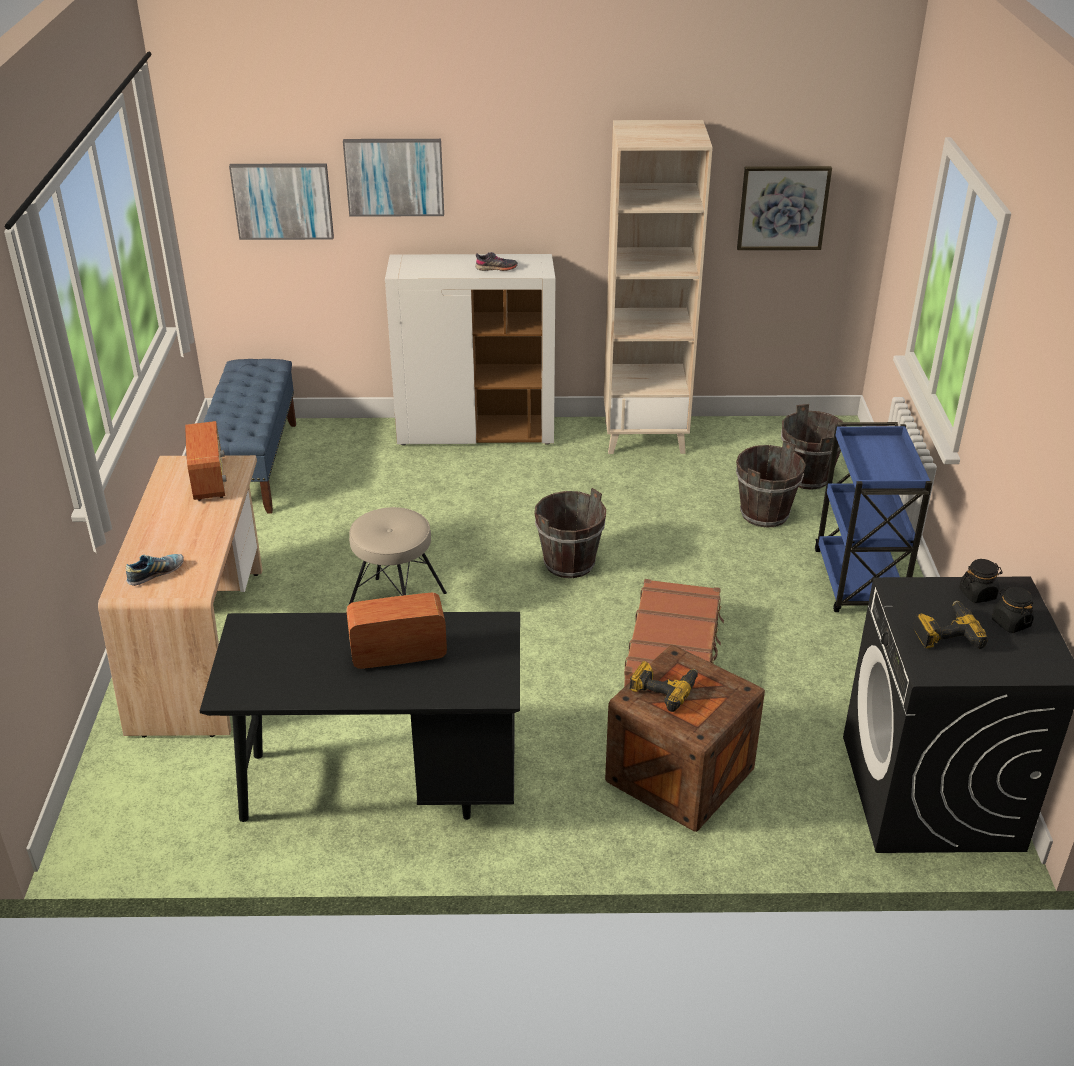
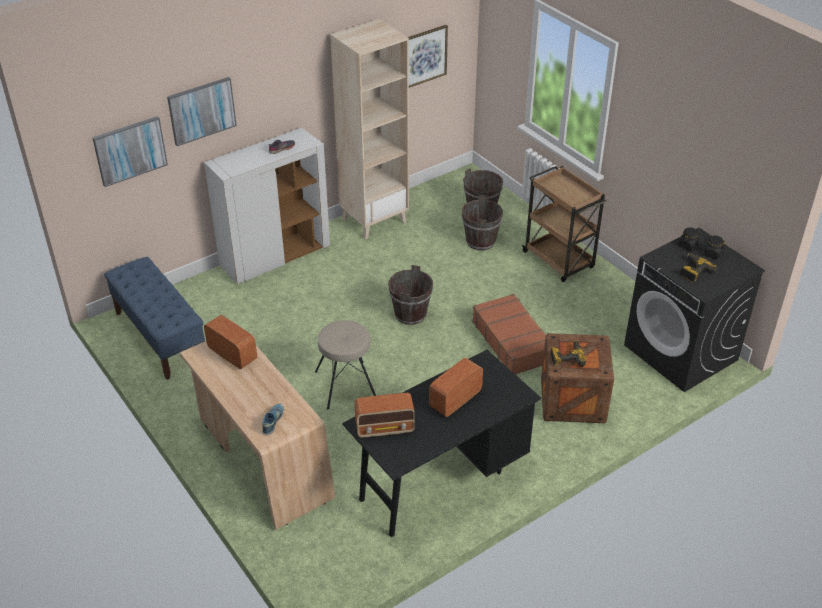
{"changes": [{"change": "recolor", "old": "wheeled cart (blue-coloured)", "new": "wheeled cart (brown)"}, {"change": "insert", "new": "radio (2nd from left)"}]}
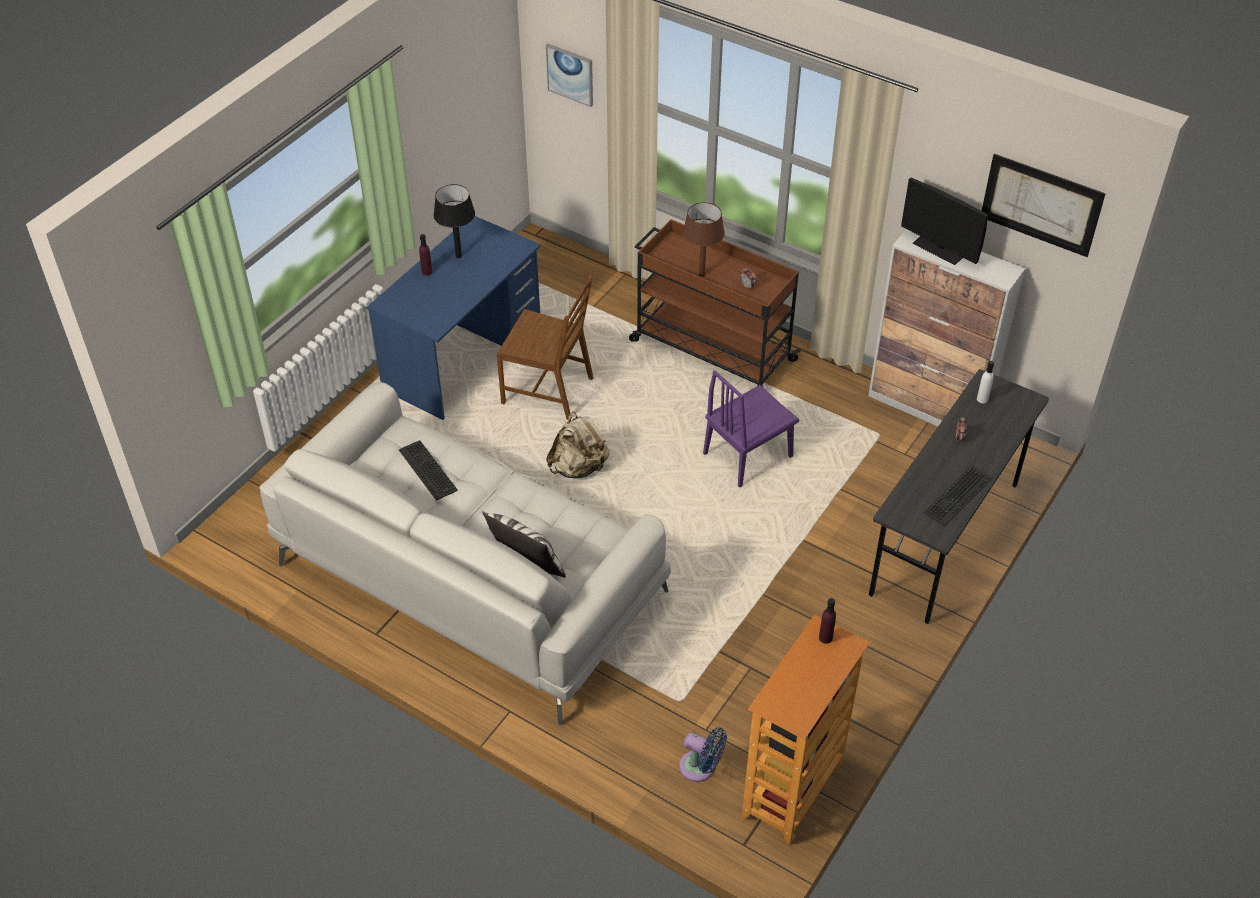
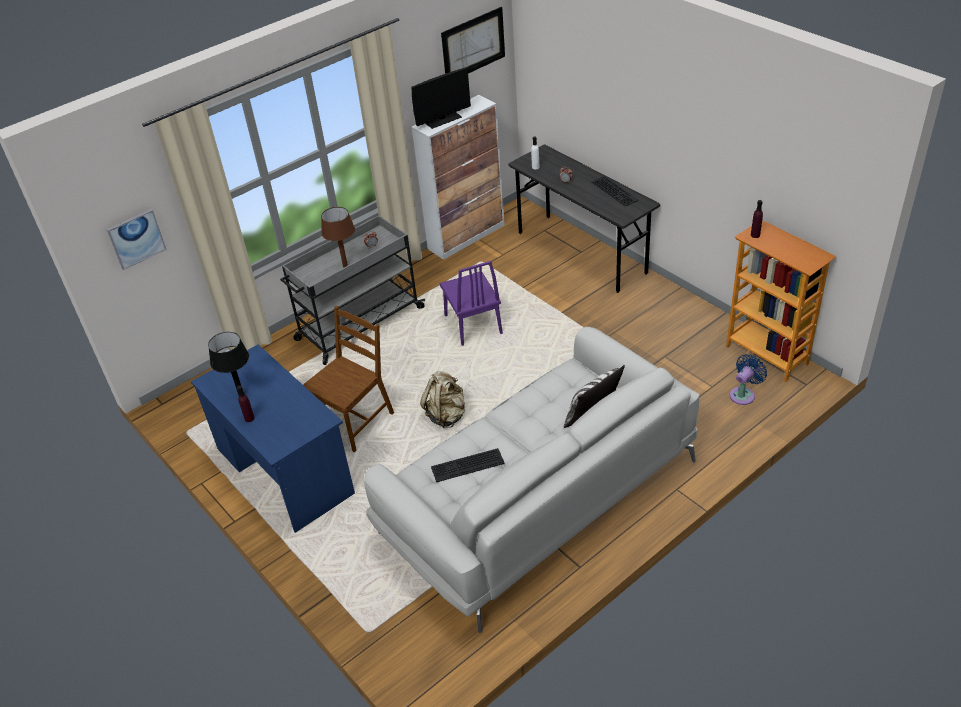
{"changes": [{"change": "recolor", "old": "wheeled cart (brown)", "new": "wheeled cart (grey)"}]}
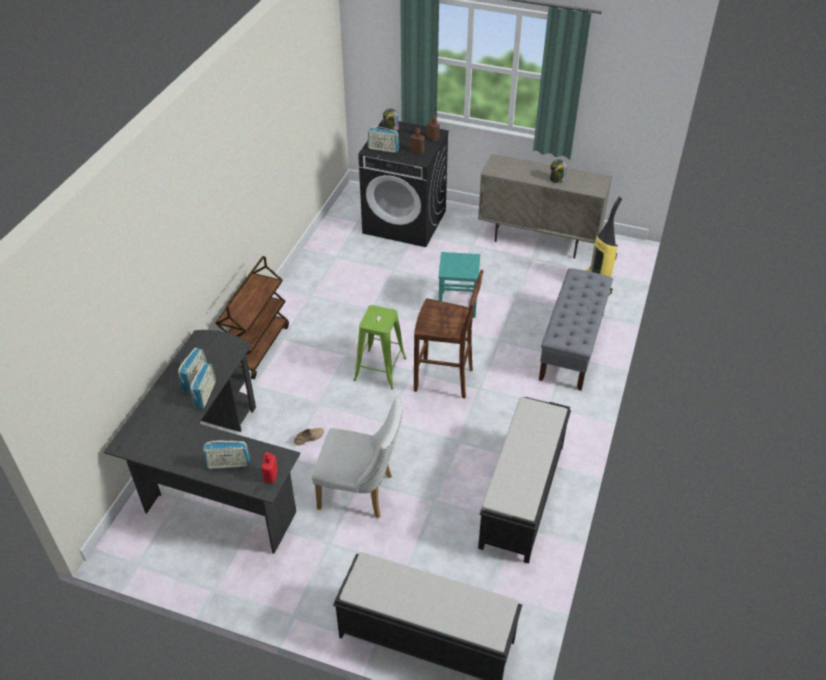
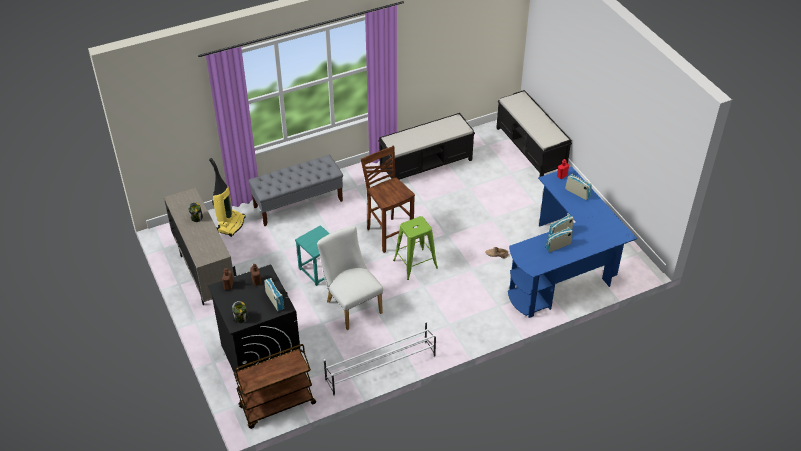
{"changes": [{"change": "move", "old": "wheeled cart (brown)"}, {"change": "recolor", "old": "desk unit (black-coloured)", "new": "desk unit (blue-coloured)"}, {"change": "move", "old": "plain chair (white-coloured)"}, {"change": "insert", "new": "shoe rack (white-coloured)"}]}
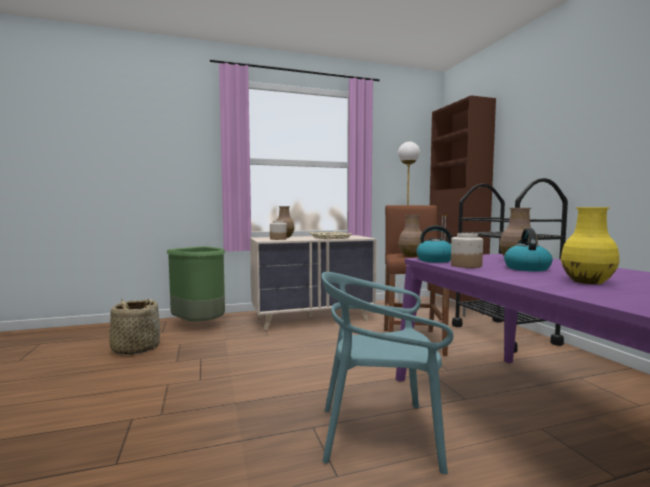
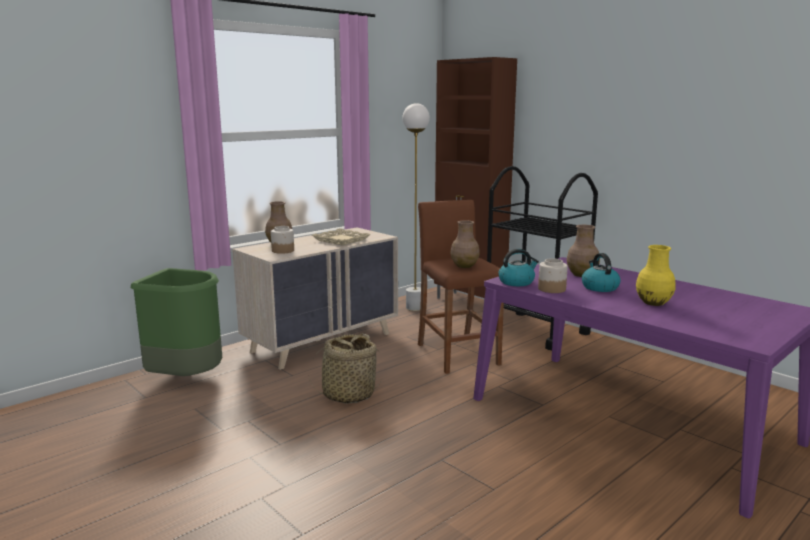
{"changes": [{"change": "delete", "old": "plain chair (turquoise-coloured)"}, {"change": "move", "old": "storage basket"}]}
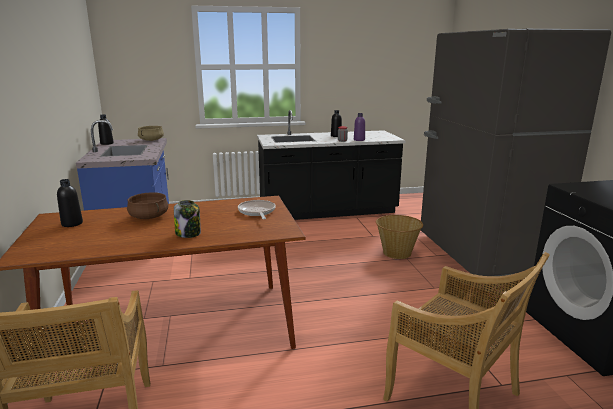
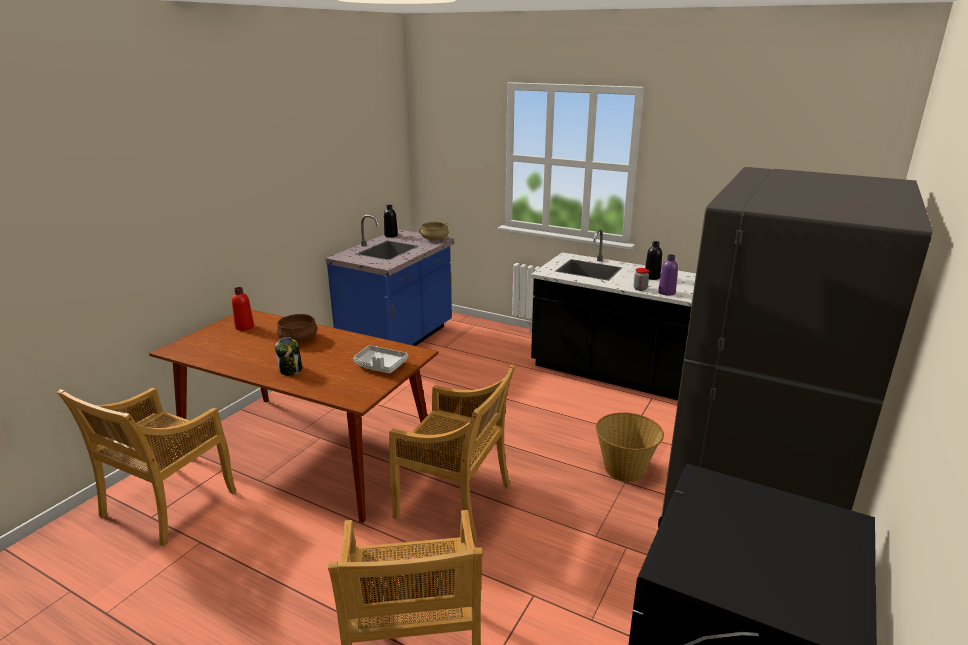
{"changes": [{"change": "recolor", "old": "beverage bottle (black-coloured) (1st from left)", "new": "beverage bottle (reddish)"}, {"change": "replace", "old": "frying pan", "new": "tray (grey)"}, {"change": "insert", "new": "plain chair (beige) (3rd from left)"}]}
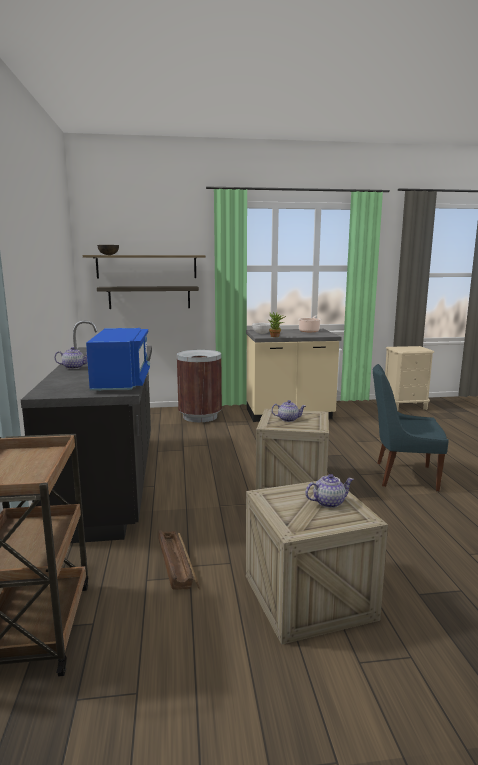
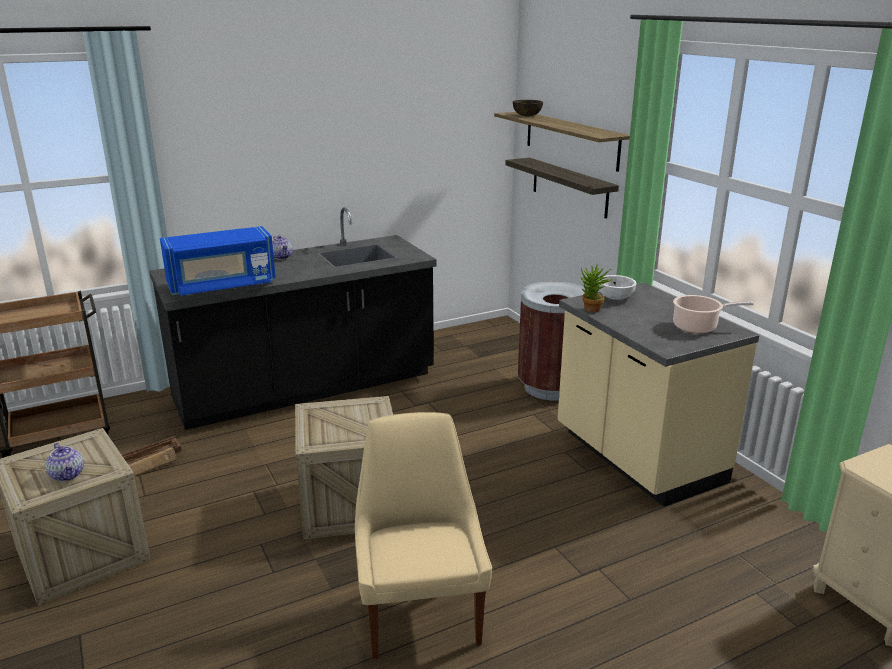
{"changes": [{"change": "recolor", "old": "plain chair (blue-coloured)", "new": "plain chair (beige)"}, {"change": "delete", "old": "pot for tea (2nd from left)"}]}
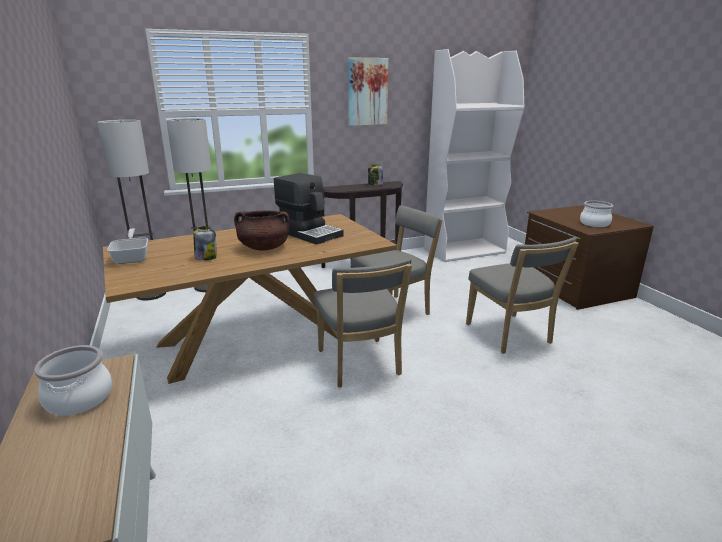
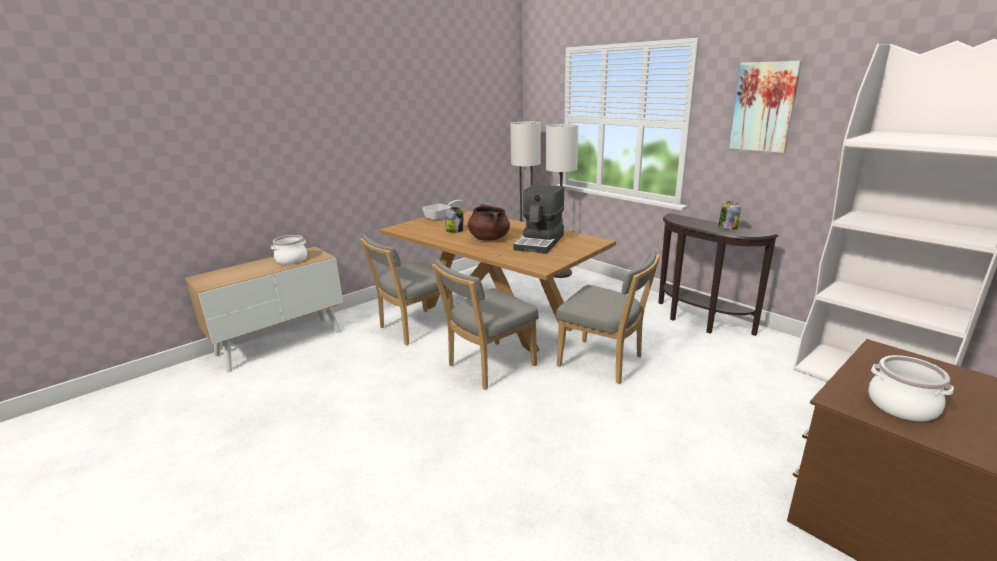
{"changes": [{"change": "move", "old": "plain chair (grey) (3rd from left in the first image)", "new": "plain chair (grey) (1st from left)"}]}
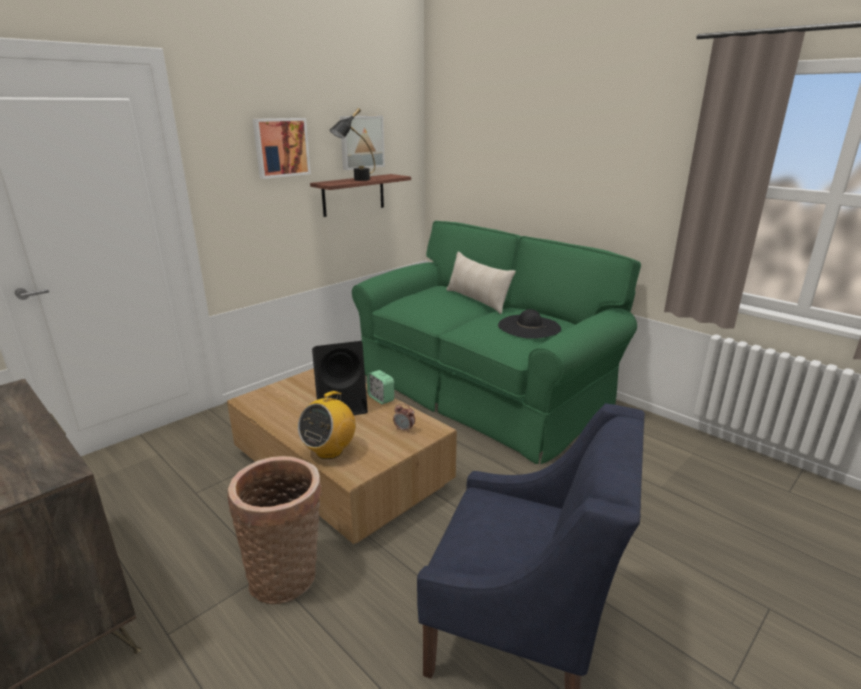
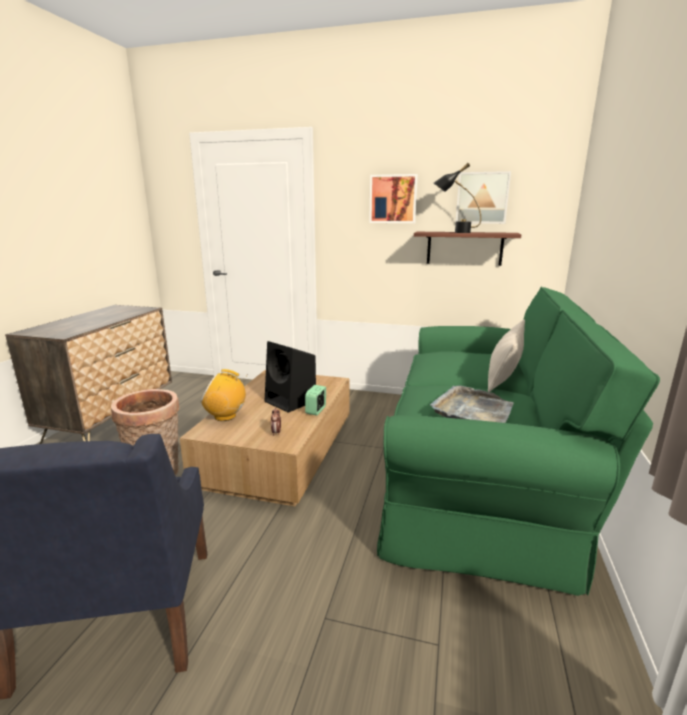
{"changes": [{"change": "replace", "old": "hat (black-coloured)", "new": "tray (grey)"}]}
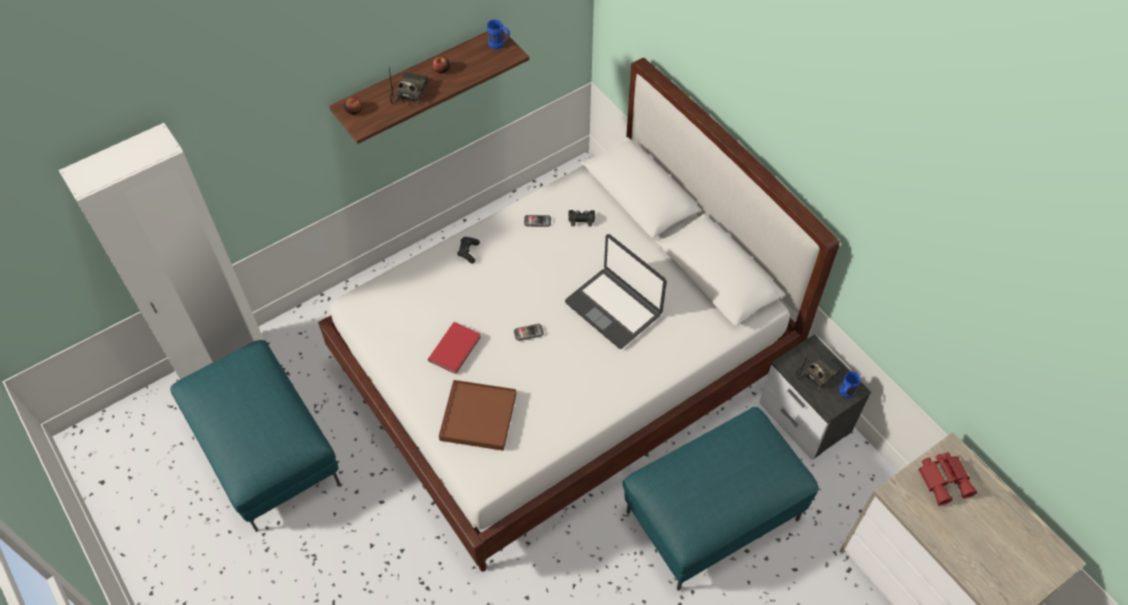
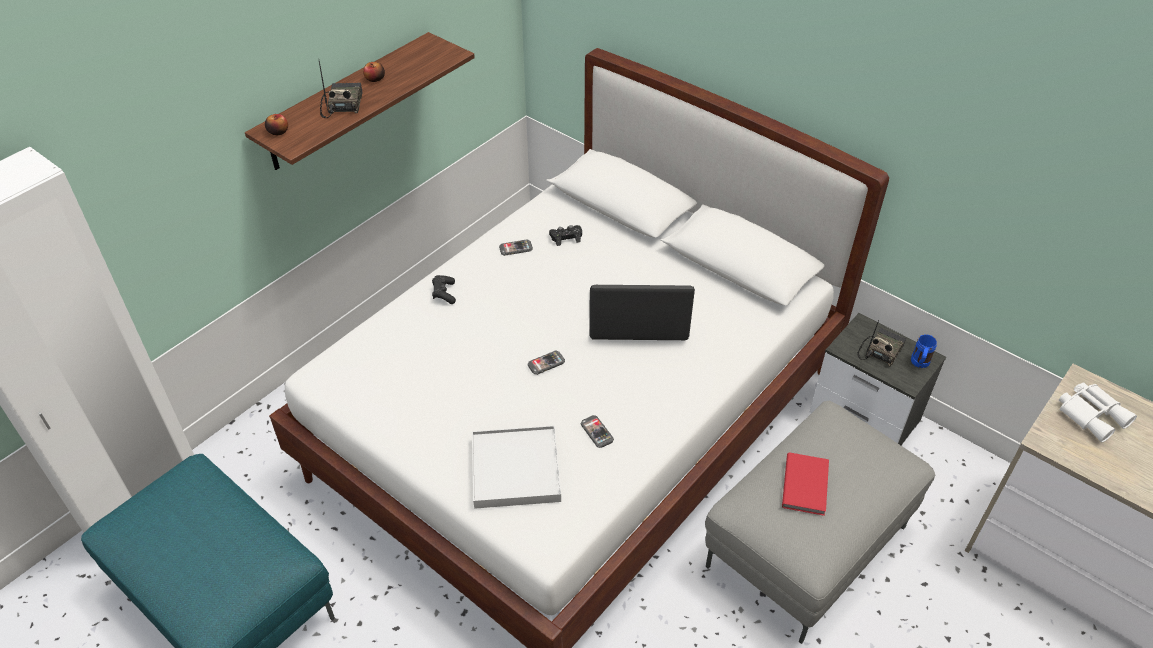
{"changes": [{"change": "delete", "old": "mug (blue-coloured) (1st from left)"}, {"change": "rotate", "old": "portable computer", "degrees": 150}, {"change": "move", "old": "volume (reddish)"}, {"change": "recolor", "old": "tray (brown)", "new": "tray (white-coloured)"}, {"change": "recolor", "old": "footrest (turquoise-coloured) (2nd from left)", "new": "footrest (grey)"}, {"change": "recolor", "old": "pair of binoculars (reddish)", "new": "pair of binoculars (white-coloured)"}, {"change": "insert", "new": "handset (3rd from left)"}]}
